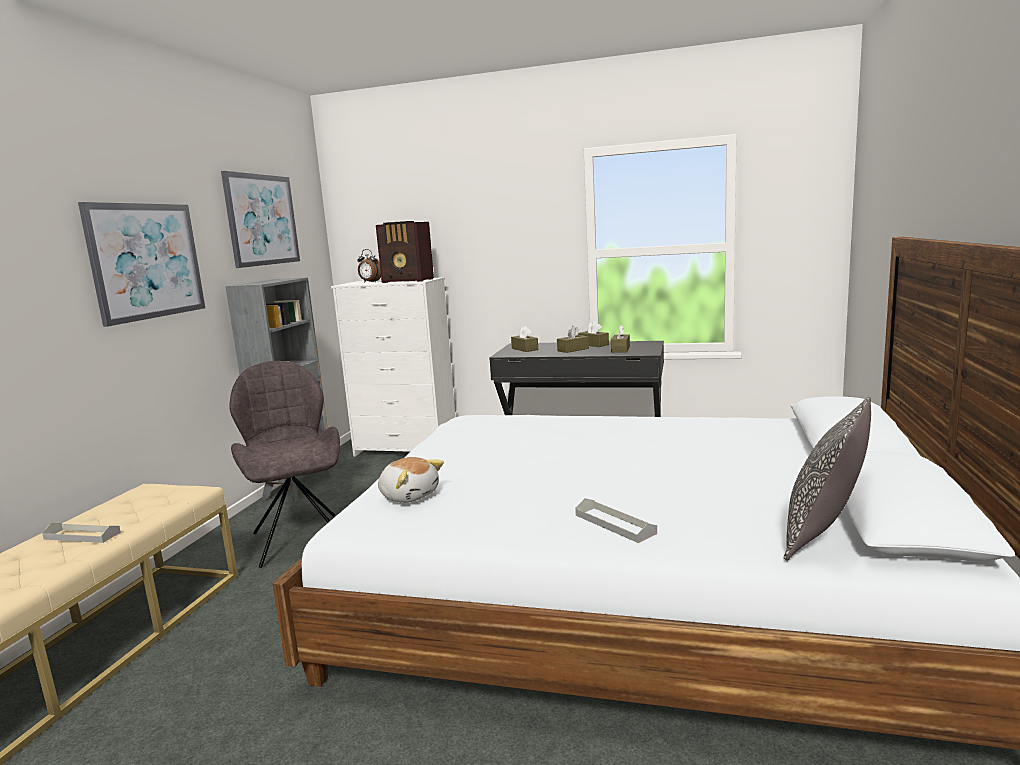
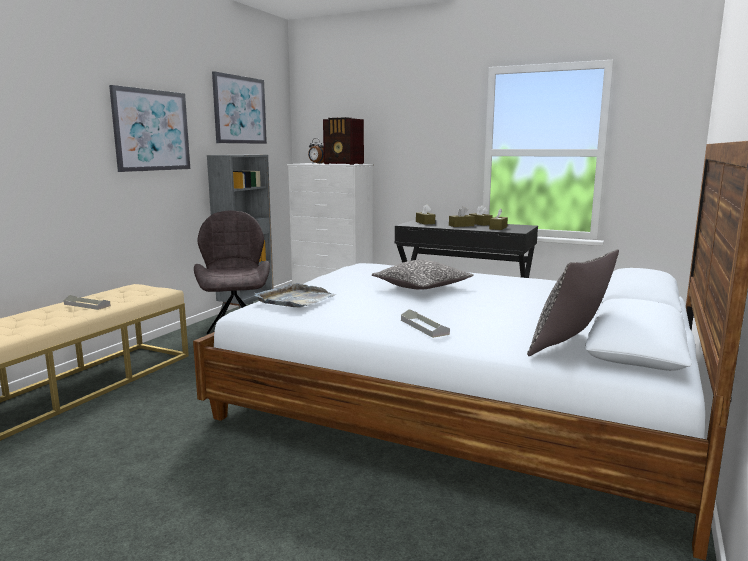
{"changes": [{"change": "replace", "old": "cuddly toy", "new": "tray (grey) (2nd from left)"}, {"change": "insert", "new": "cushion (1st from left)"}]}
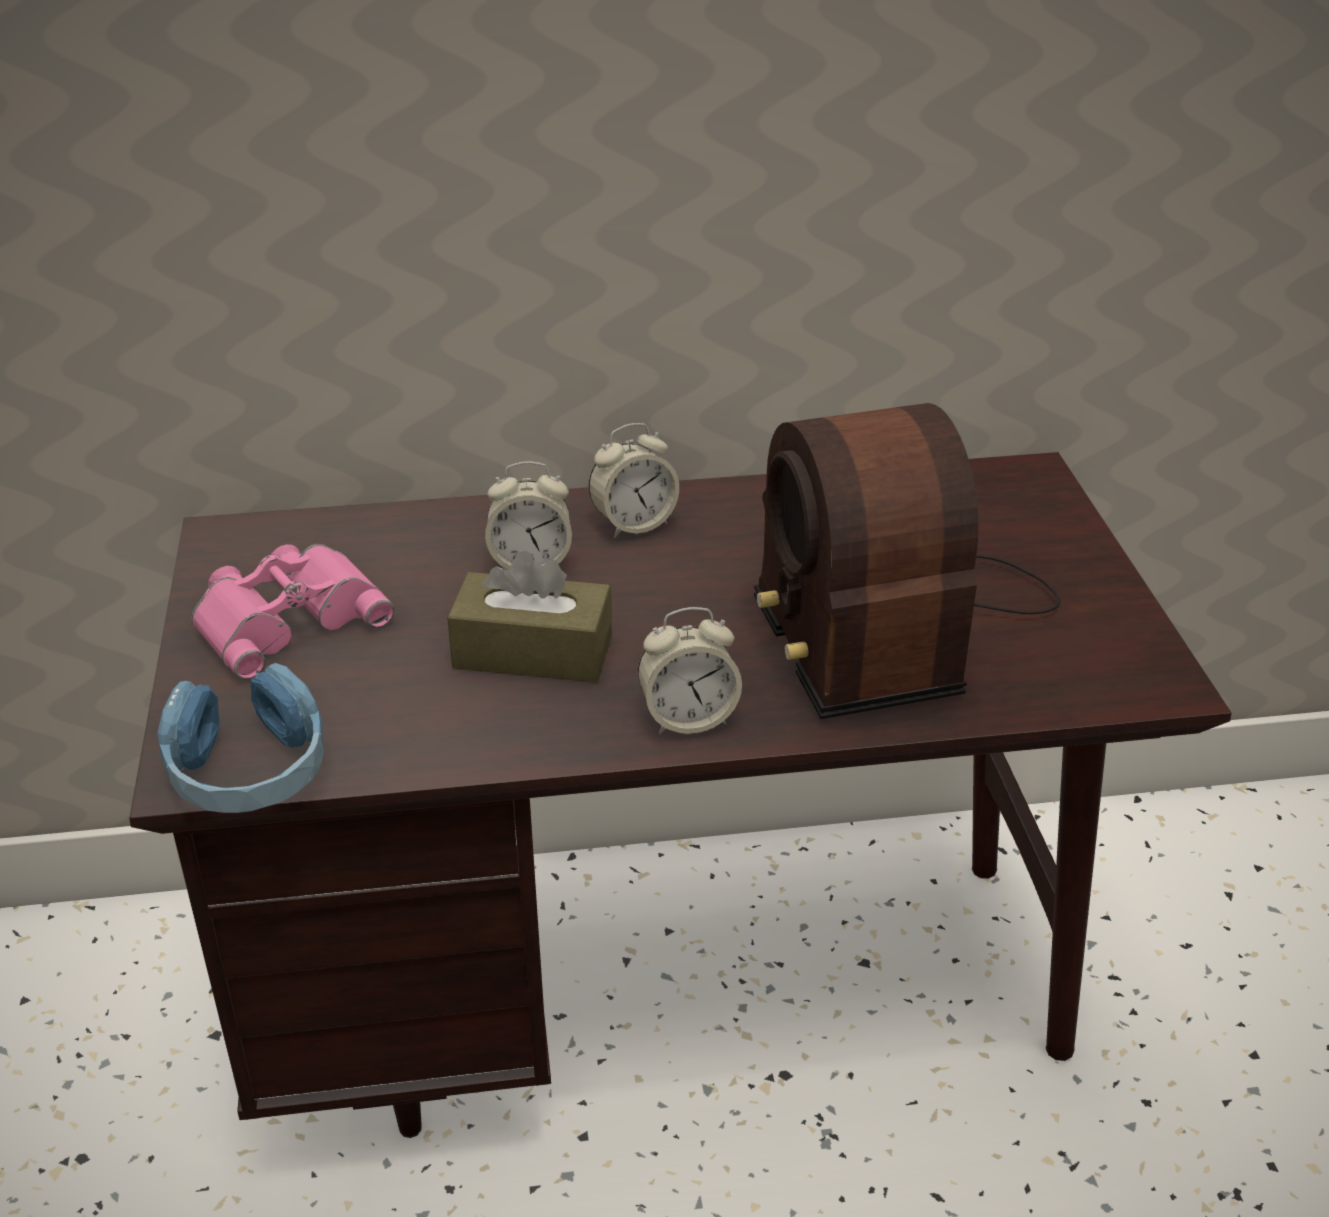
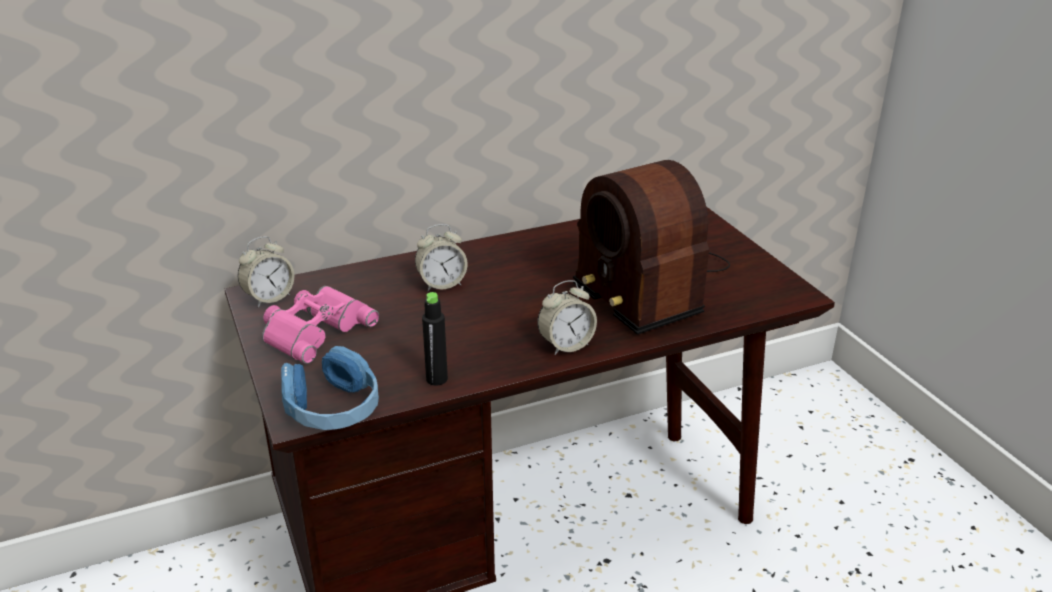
{"changes": [{"change": "move", "old": "alarm clock (2nd from left in the first image)", "new": "alarm clock (1st from left)"}, {"change": "delete", "old": "tissue box (brown)"}, {"change": "insert", "new": "beverage bottle (black-coloured)"}]}
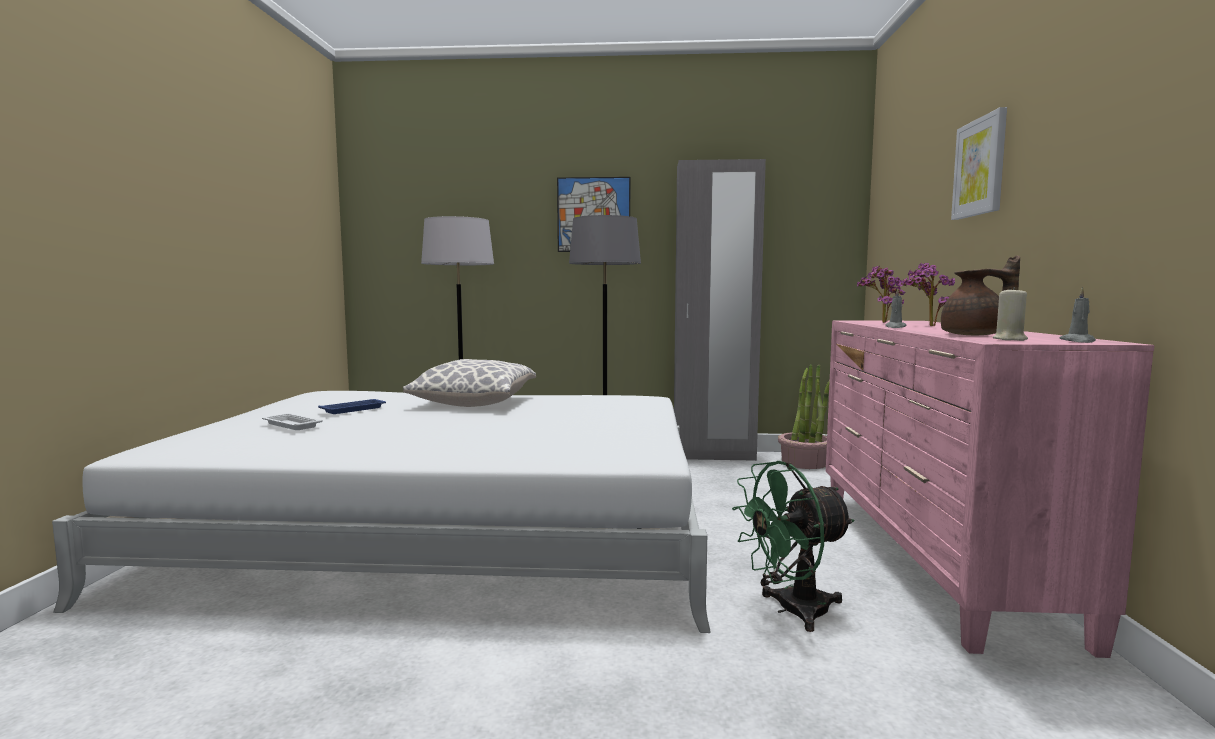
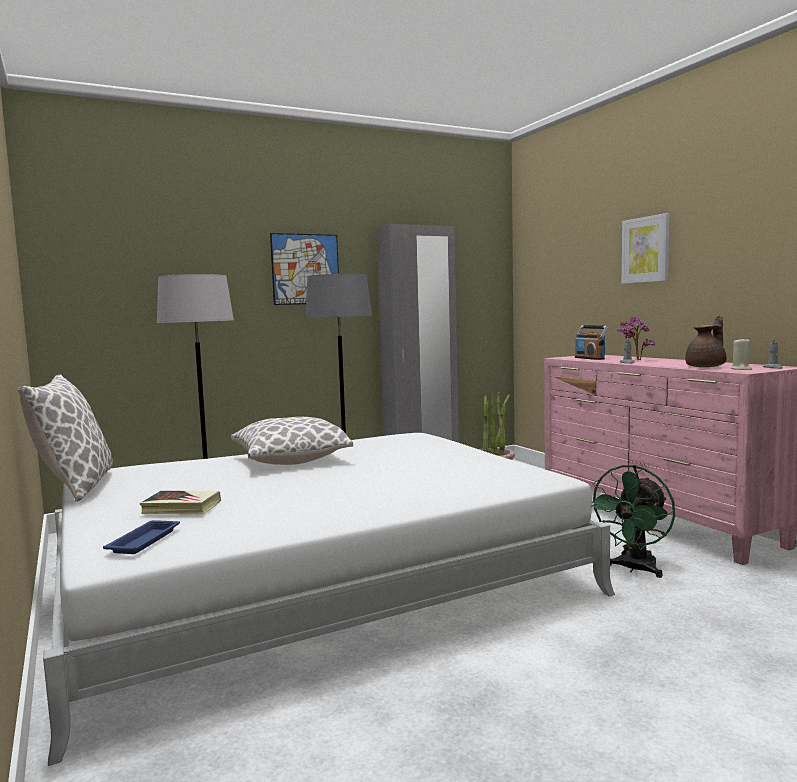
{"changes": [{"change": "replace", "old": "plant in a pot (2nd from left)", "new": "radio"}, {"change": "move", "old": "tray (blue-coloured)"}, {"change": "replace", "old": "tray (white-coloured)", "new": "volume"}, {"change": "insert", "new": "cushion (1st from left)"}]}
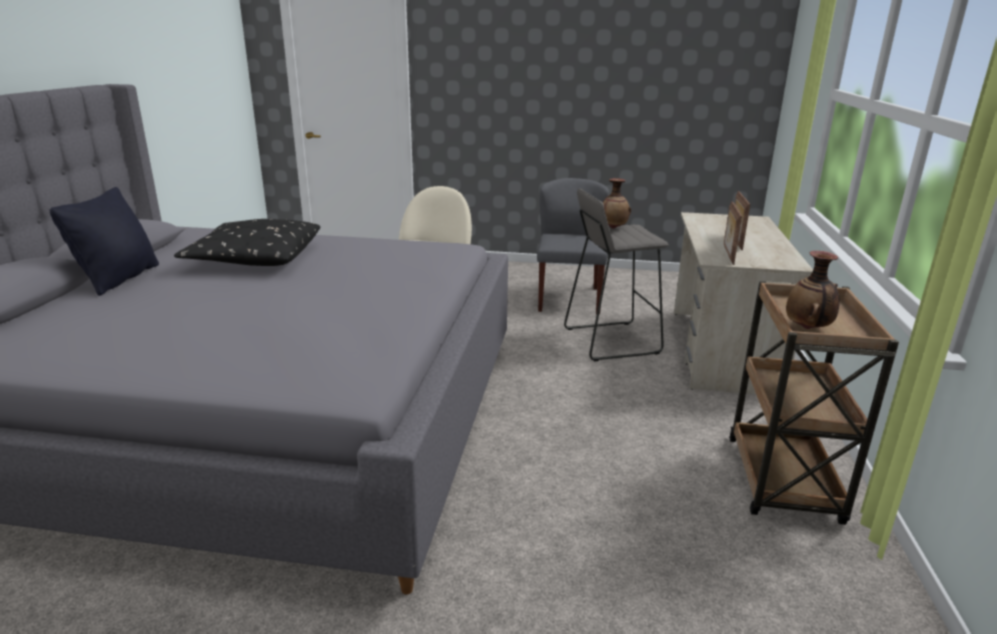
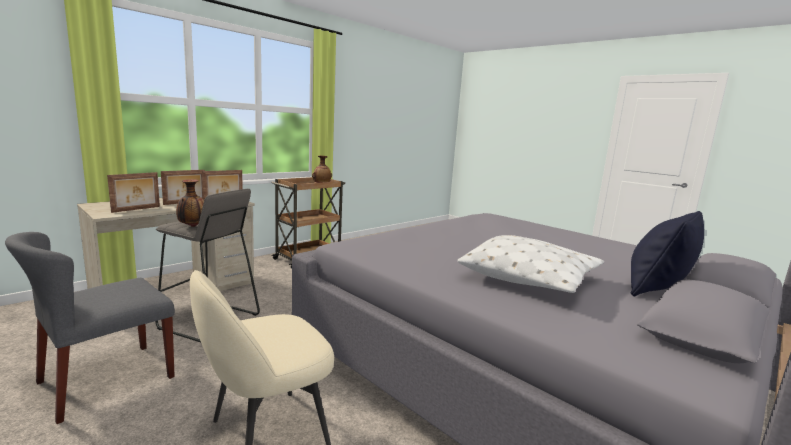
{"changes": [{"change": "recolor", "old": "cushion (black-coloured) (2nd from left)", "new": "cushion (white-coloured)"}, {"change": "insert", "new": "photo frame (1st from left)"}]}
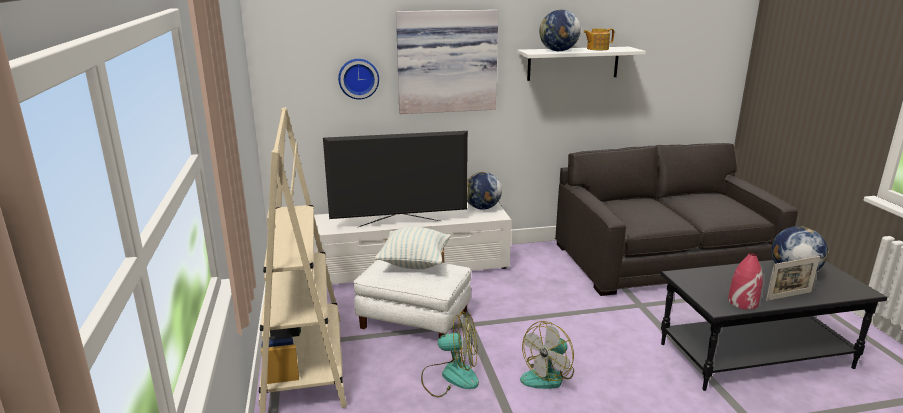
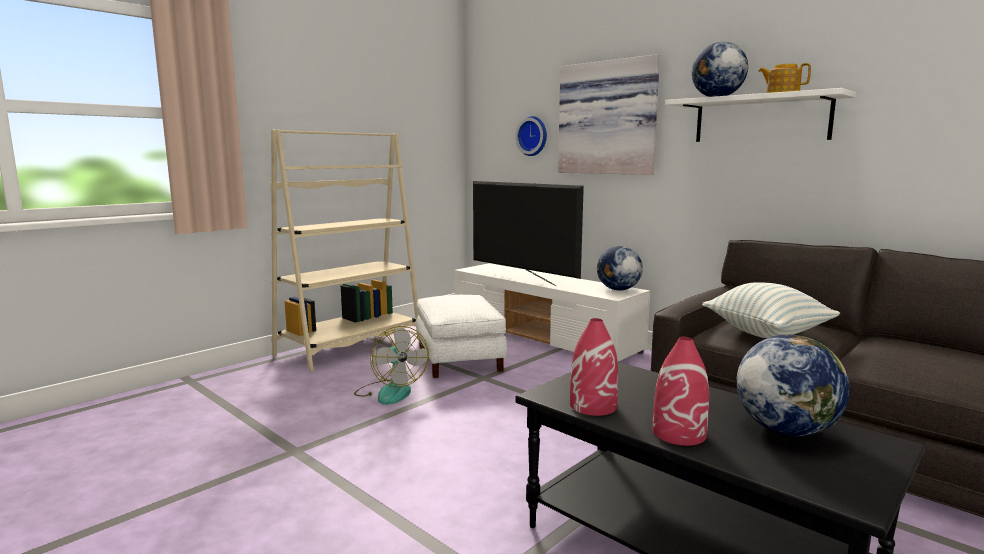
{"changes": [{"change": "move", "old": "cushion"}, {"change": "replace", "old": "photo frame", "new": "flower vase (reddish) (2nd from left)"}, {"change": "delete", "old": "fan (2nd from left)"}]}
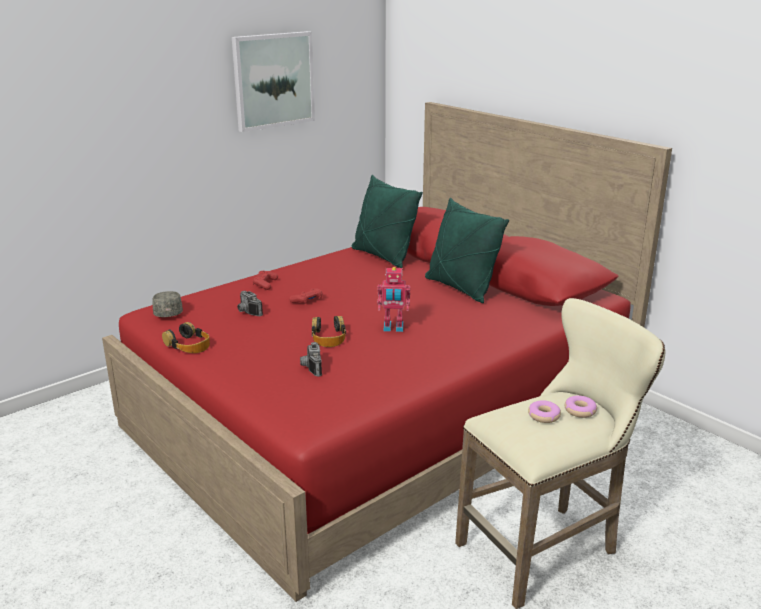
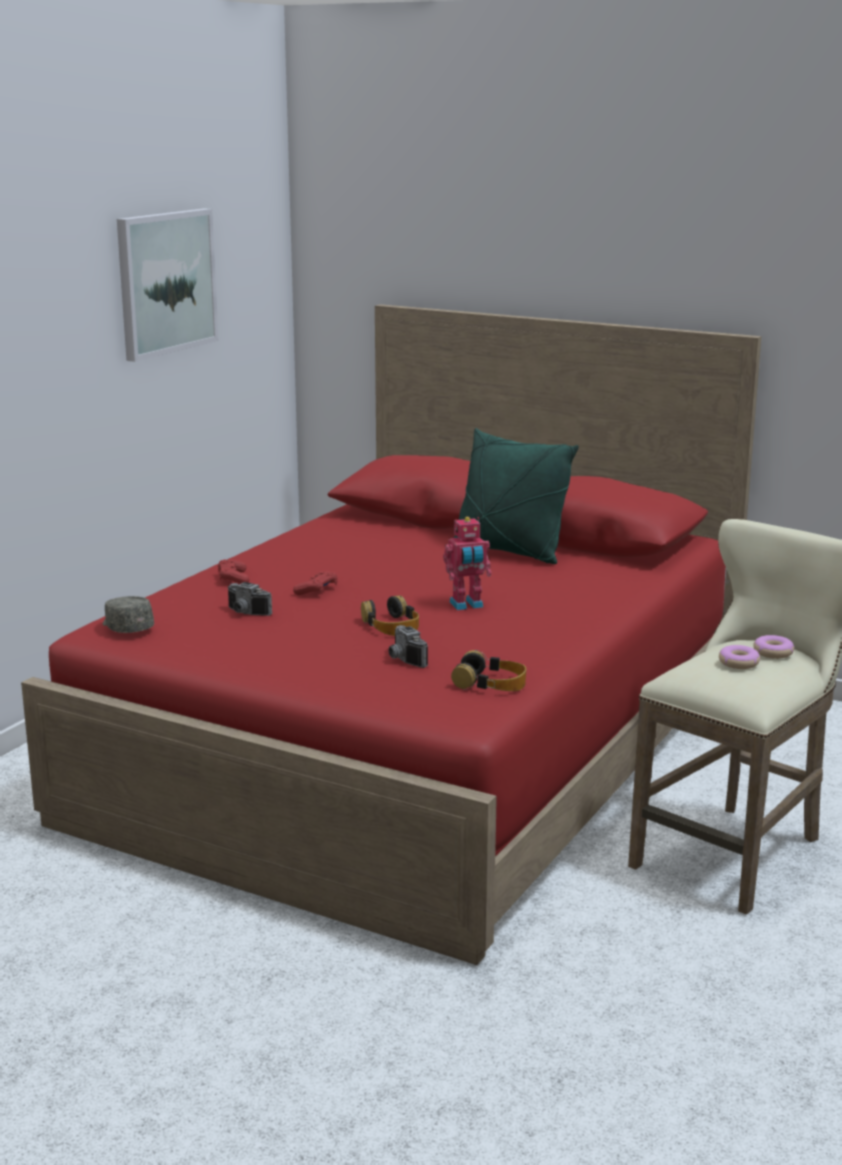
{"changes": [{"change": "delete", "old": "cushion (green) (1st from left)"}, {"change": "move", "old": "pair of headphones (1st from left in the first image)", "new": "pair of headphones (2nd from left)"}]}
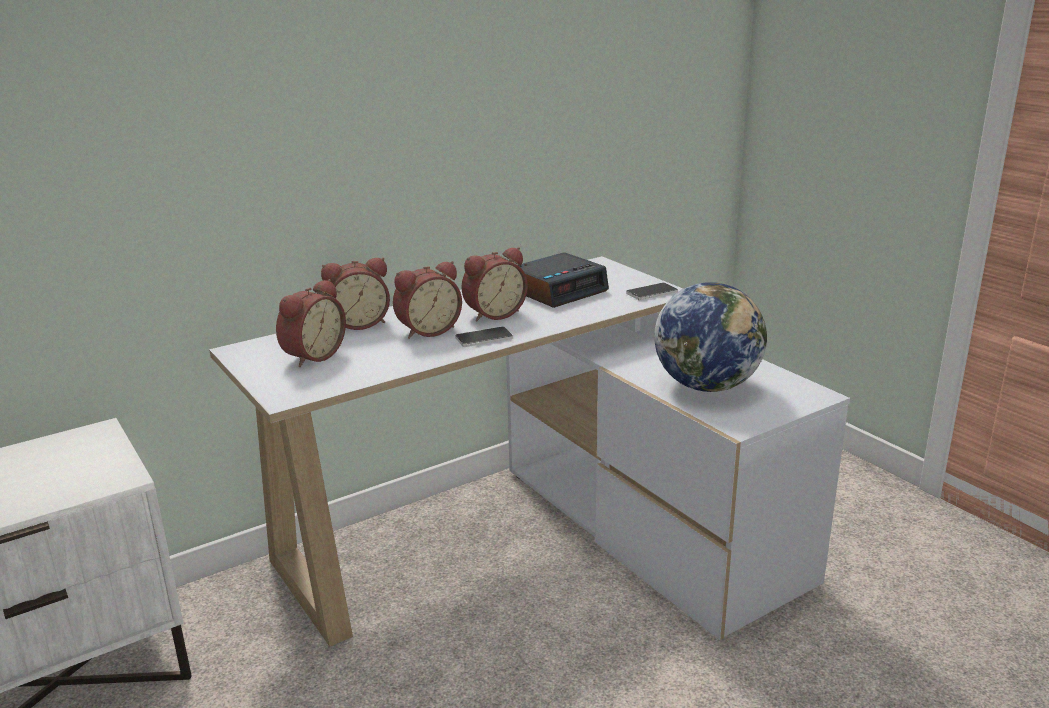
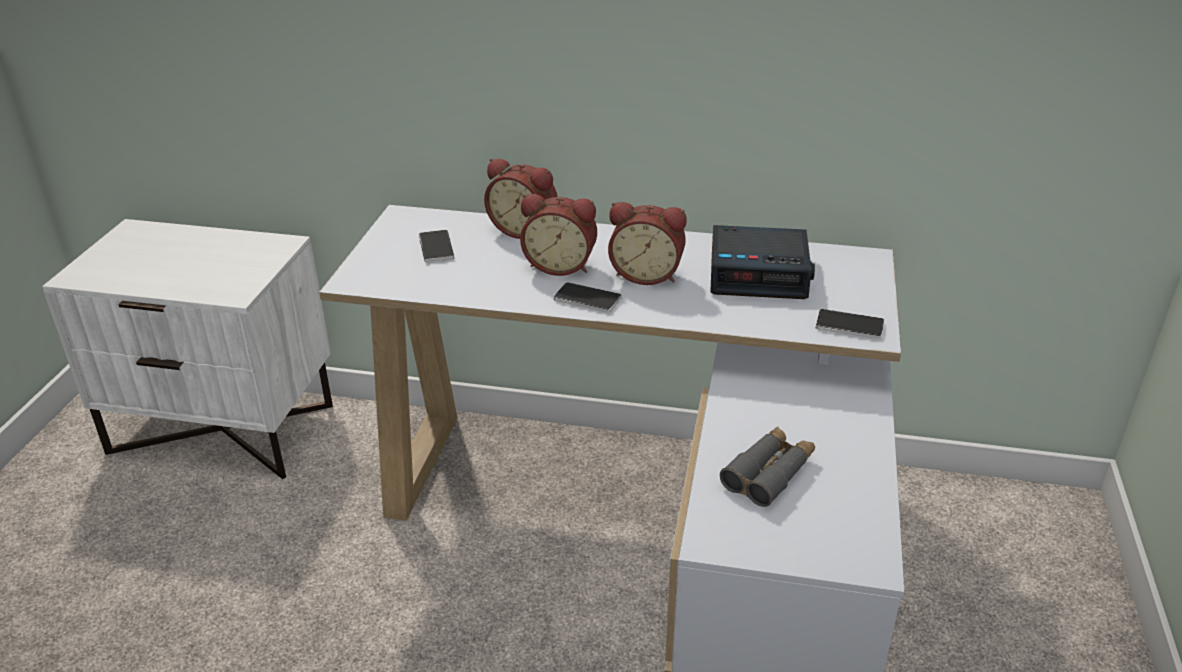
{"changes": [{"change": "replace", "old": "alarm clock (1st from left)", "new": "handset (1st from left)"}, {"change": "replace", "old": "globe", "new": "pair of binoculars (grey)"}]}
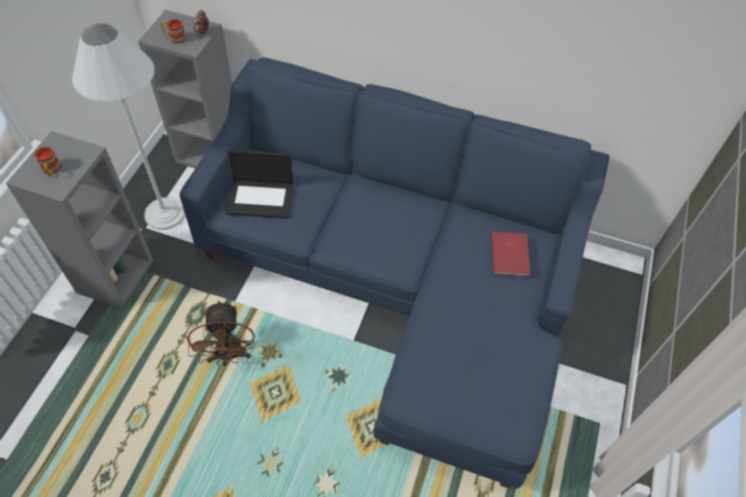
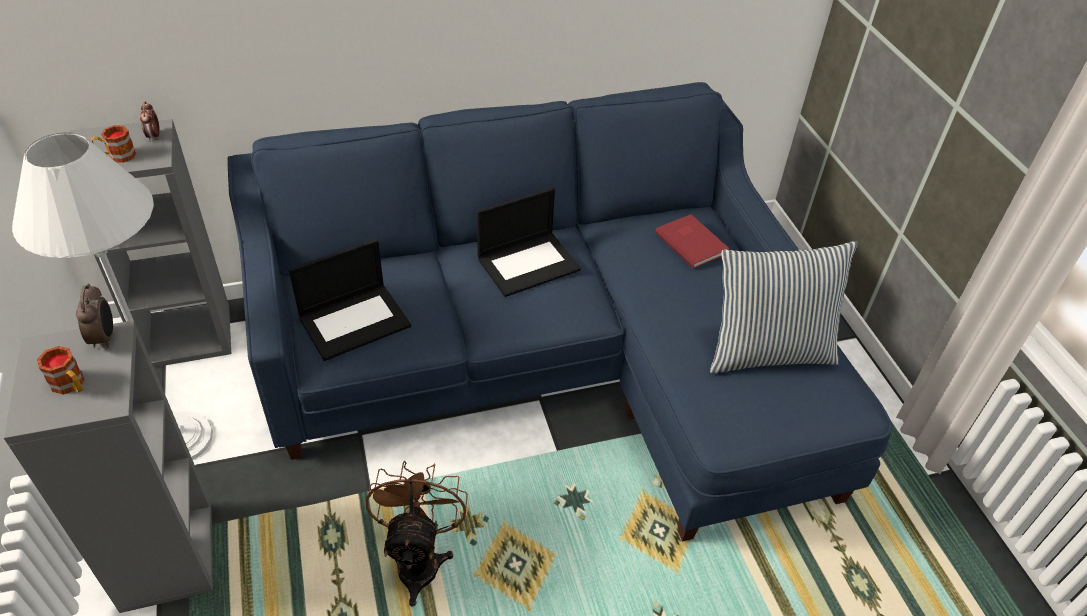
{"changes": [{"change": "rotate", "old": "fan (brown)", "degrees": -135}, {"change": "insert", "new": "portable computer (2nd from left)"}, {"change": "insert", "new": "cushion"}, {"change": "insert", "new": "alarm clock (1st from left)"}]}
